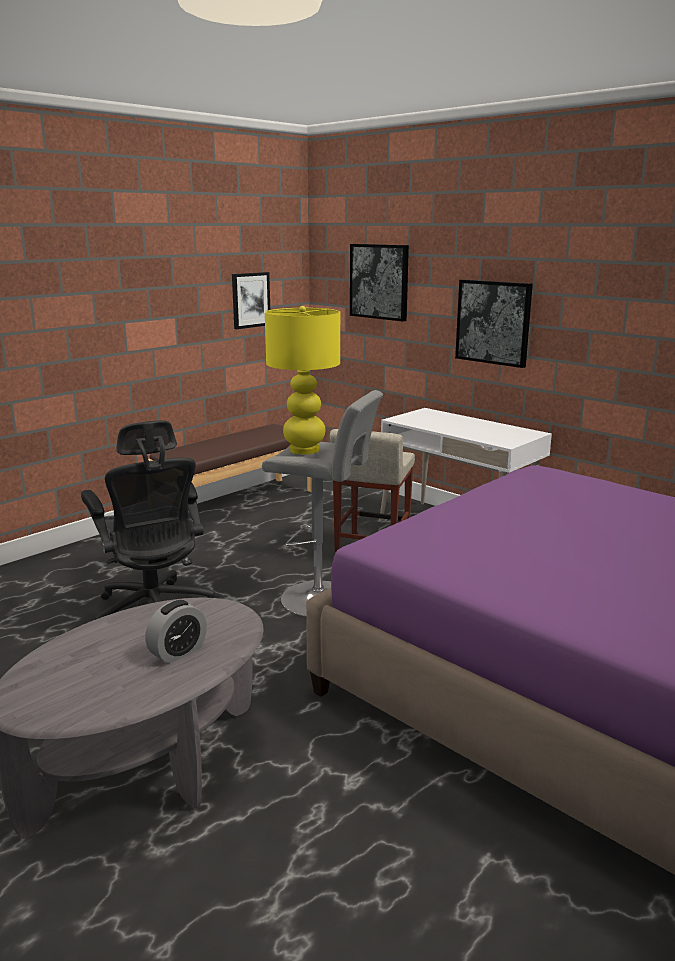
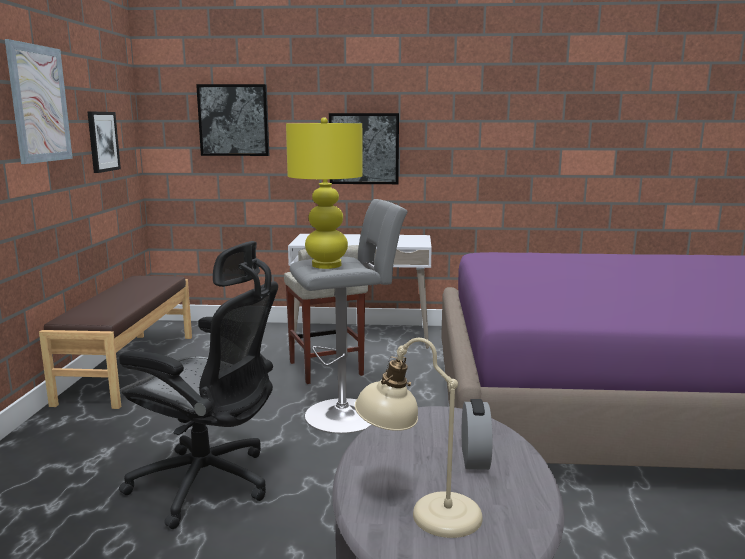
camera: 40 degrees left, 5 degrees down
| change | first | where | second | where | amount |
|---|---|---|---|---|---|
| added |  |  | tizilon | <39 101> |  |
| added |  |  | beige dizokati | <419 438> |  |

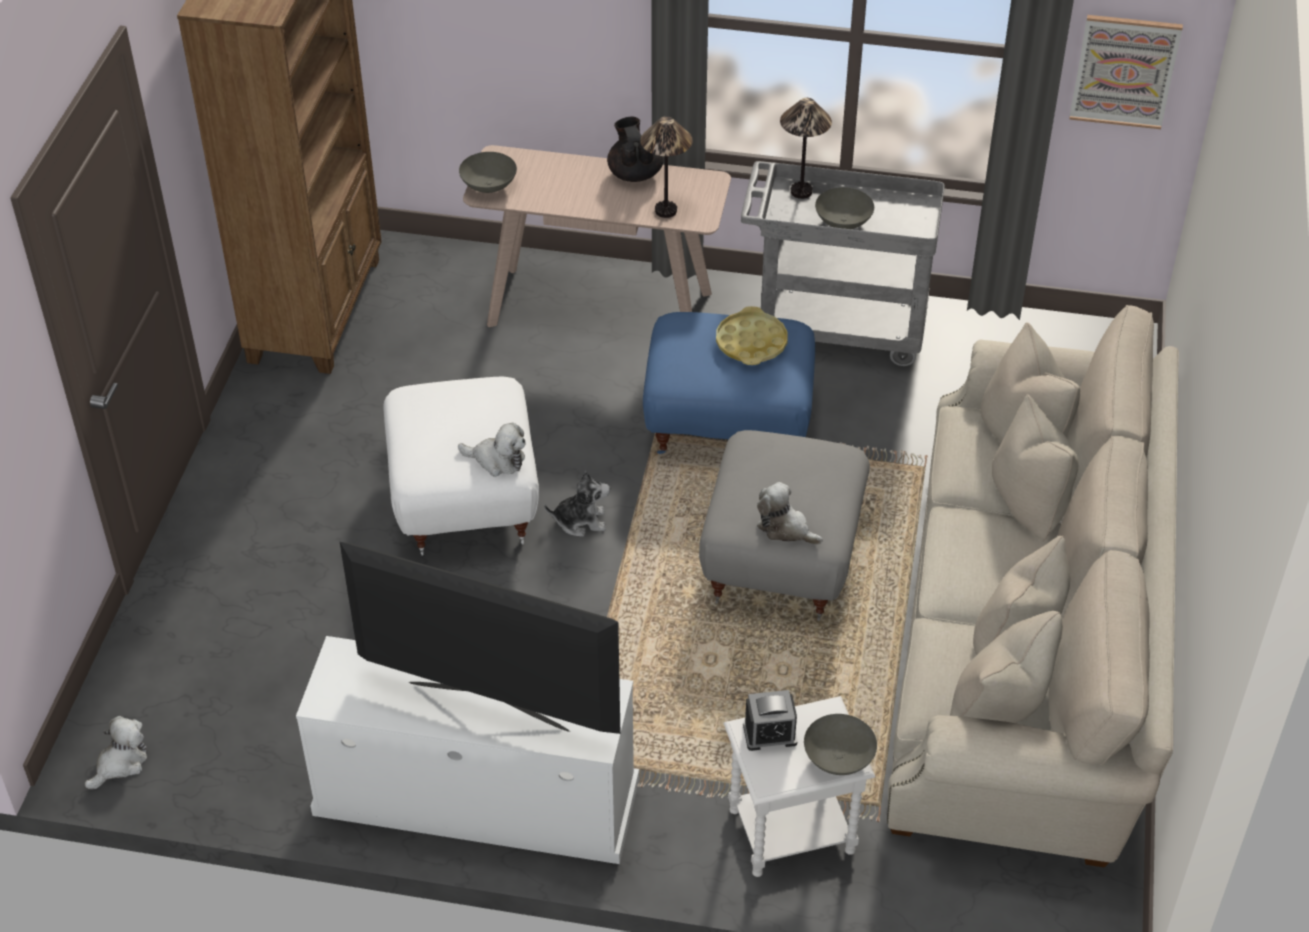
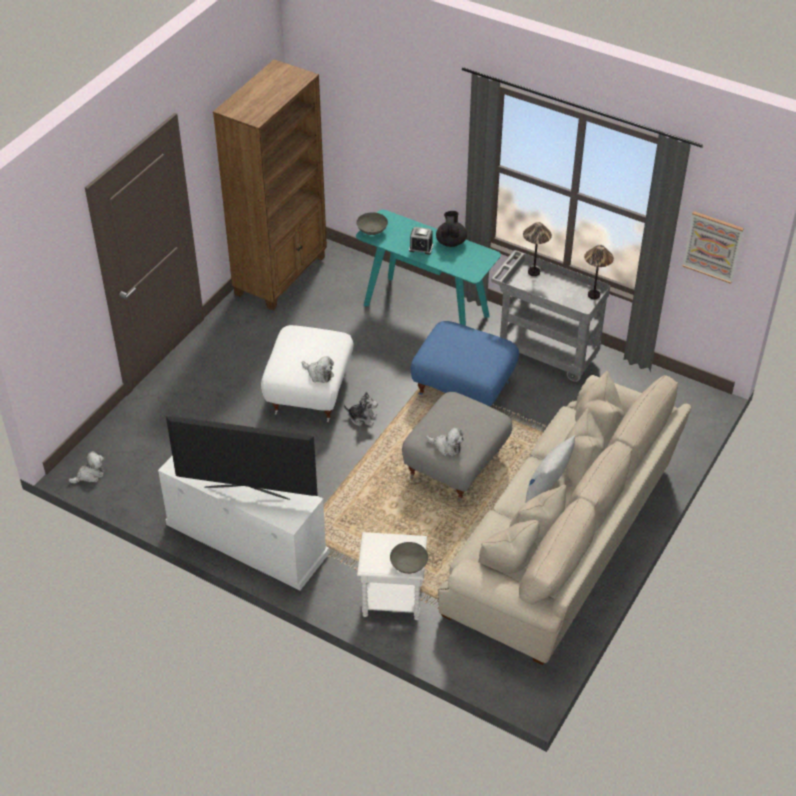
camera: 20 degrees right, 0 degrees up
| change | first | where | second | where | amount |
|---|---|---|---|---|---|
| removed | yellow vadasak | <752 335> |  |  |  |
| removed | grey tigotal | <844 208> |  |  |  |
| added |  |  | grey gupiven | <550 469> |  |
| moved | dizokati | <666 167> |  | <599 272> |  |
| moved | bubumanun | <770 720> |  | <421 241> |  |
| recoloured | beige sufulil | <597 236> | turquoise sufulil | <428 268> |  |
| turned | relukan | <480 638> |  | <242 458> | 150 degrees clockwise |
| turned | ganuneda | <790 513> |  | <444 441> | 150 degrees clockwise |

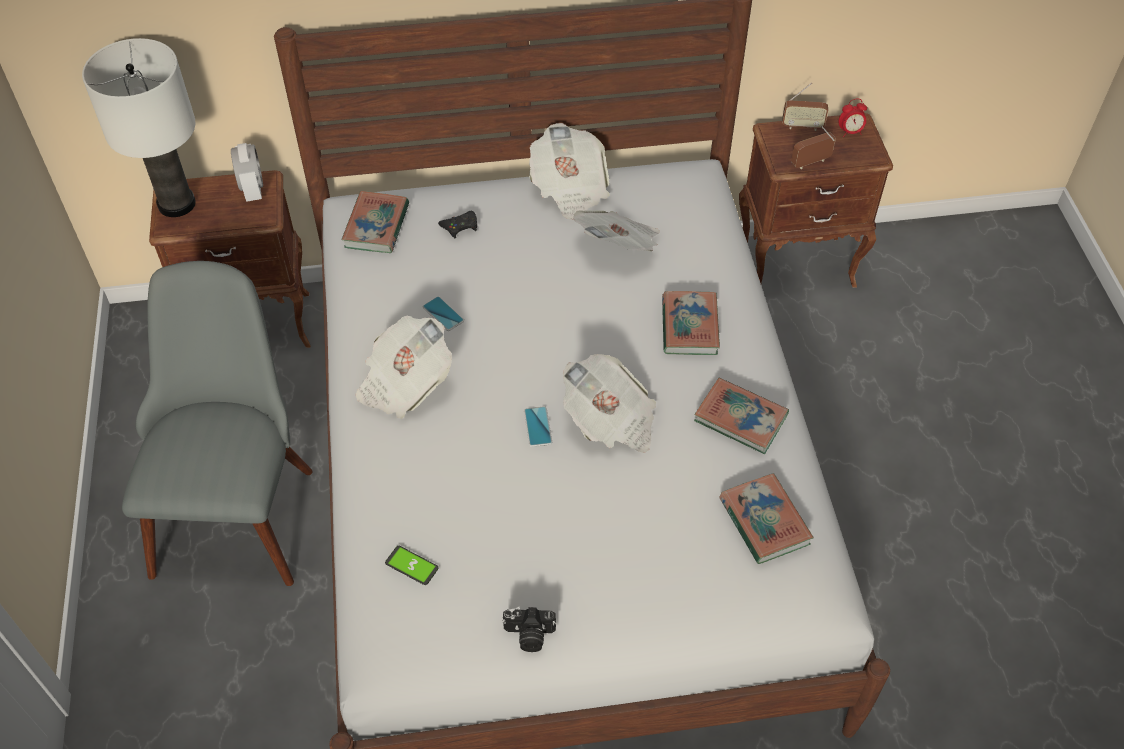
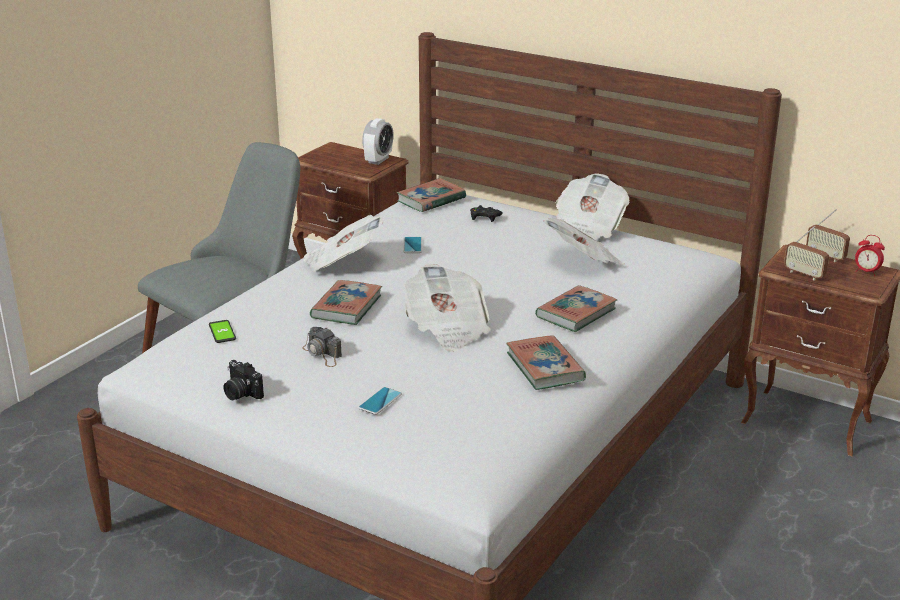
camera: 40 degrees right, 25 degrees down
| change | first | where | second | where | amount |
|---|---|---|---|---|---|
| removed | white dizokati | <139 127> |  |  |  |
| added |  |  | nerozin | <322 347> |  |
| moved | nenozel | <538 426> |  | <380 401> |  |
| moved | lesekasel | <767 518> |  | <346 302> |  |
| turned | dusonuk | <813 147> |  | <806 253> | 150 degrees counterclockwise |

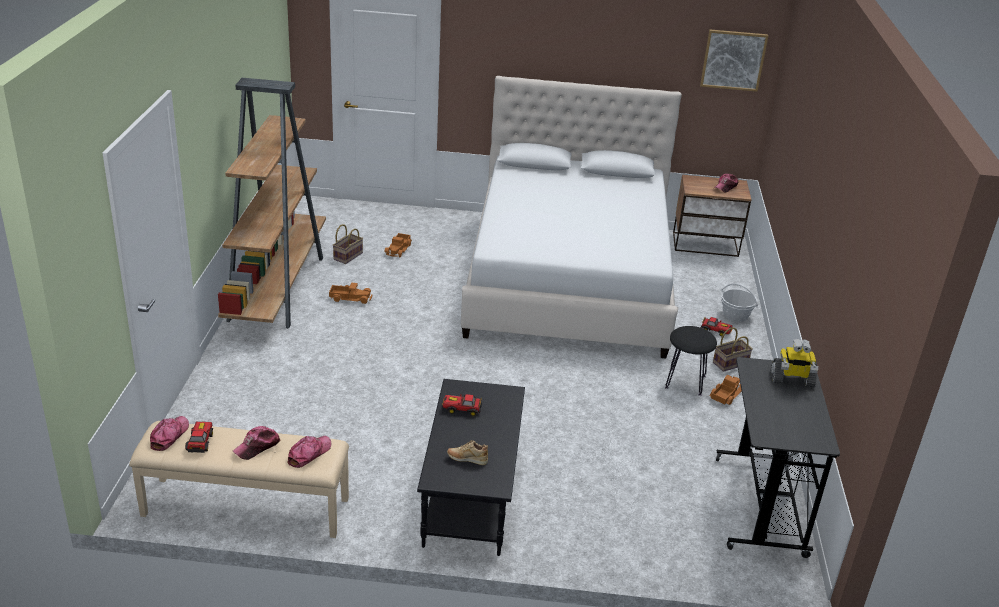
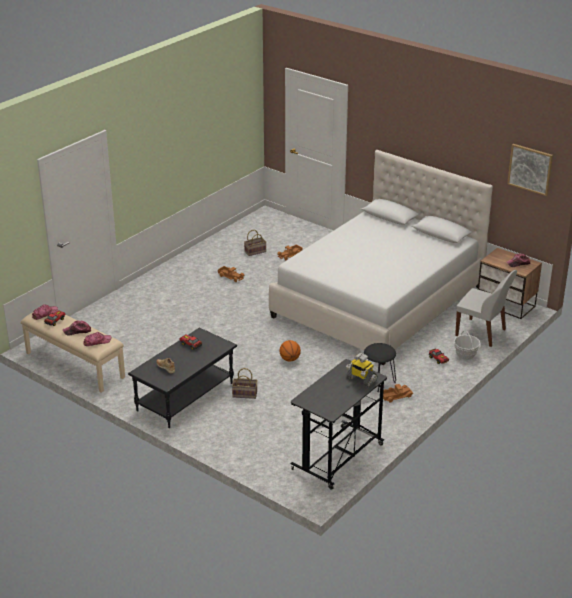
camera: 35 degrees right, 0 degrees up
| change | first | where | second | where | amount |
|---|---|---|---|---|---|
| removed | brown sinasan | <272 203> |  |  |  |
| added |  |  | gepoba | <290 350> |  |
| added |  |  | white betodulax | <486 308> |  |
| moved | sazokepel | <733 349> |  | <245 383> |  |

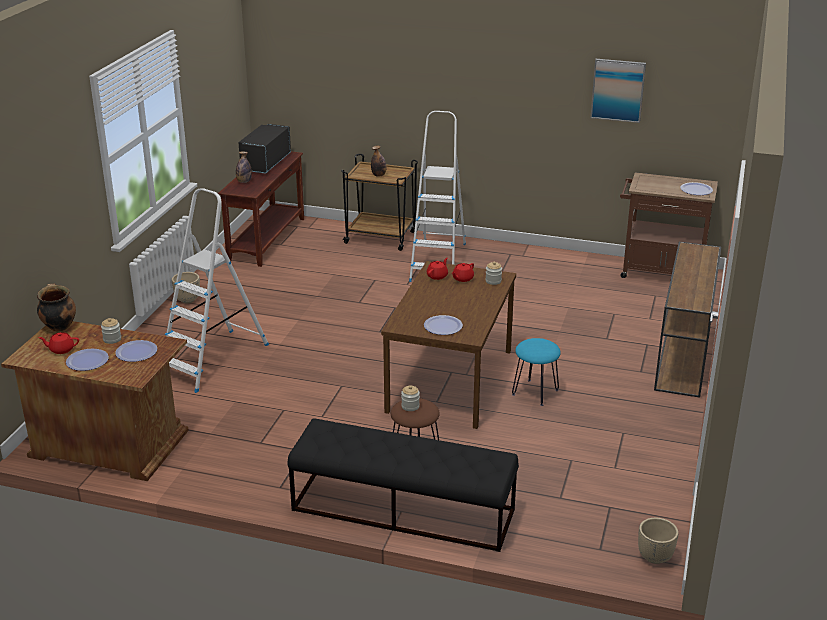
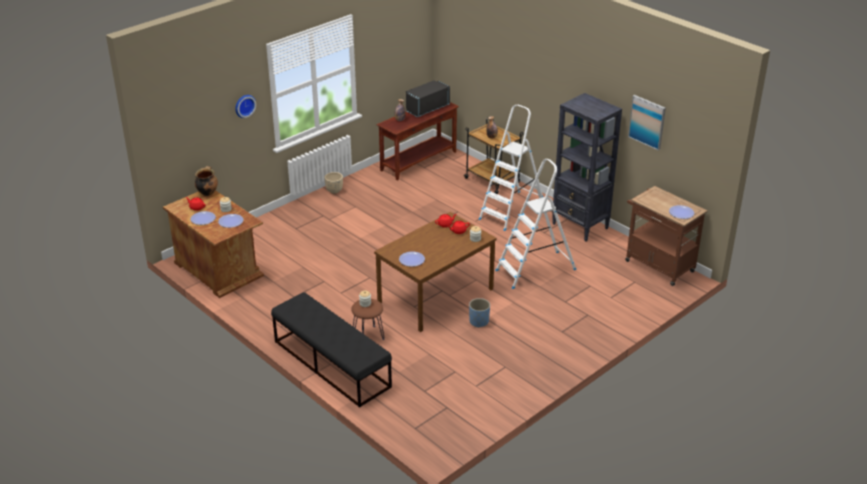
camera: 30 degrees right, 5 degrees up
| change | first | where | second | where | amount |
|---|---|---|---|---|---|
| removed | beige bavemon | <658 541> |  |  |  |
| removed | brown sufulil | <687 320> |  |  |  |
| added |  |  | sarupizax | <245 106> |  |
| added |  |  | black sinasan | <587 167> |  |
| moved | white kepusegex | <217 290> |  | <535 224> |  |
| replaced | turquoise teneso | <536 372> | blue bavemon | <479 313> |  |

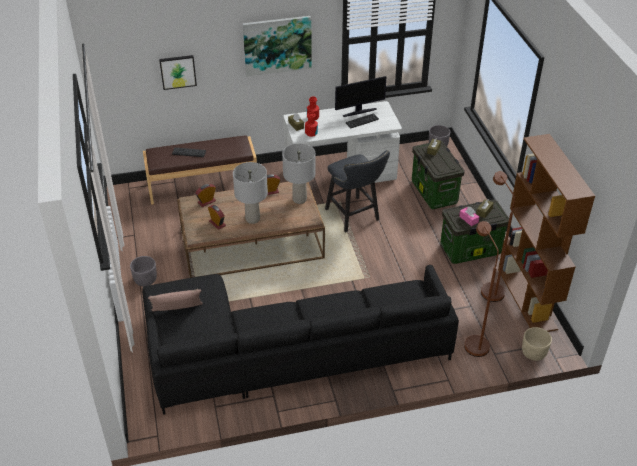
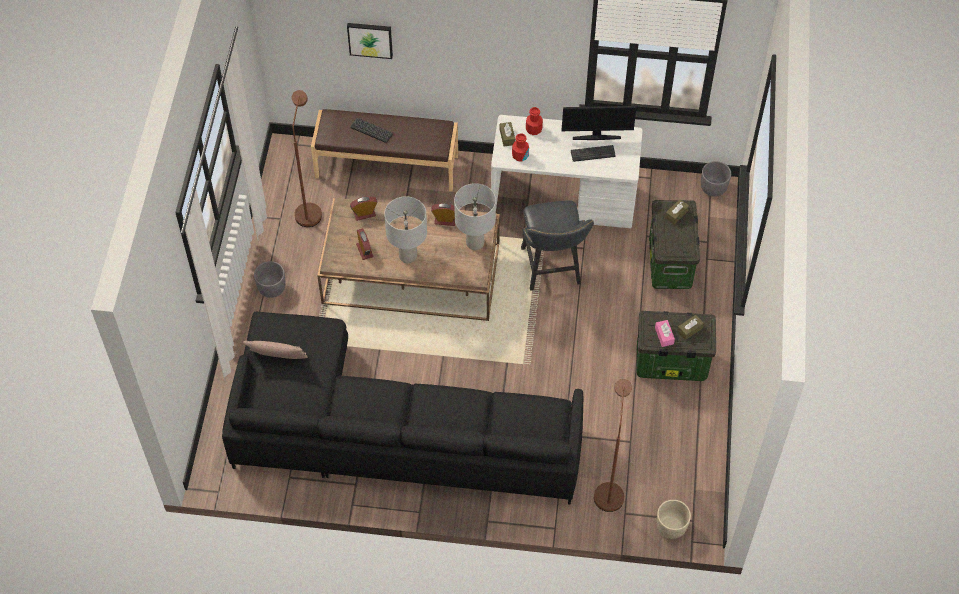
camera: 20 degrees right, 15 degrees up
| change | first | where | second | where | amount |
|---|---|---|---|---|---|
| removed | tizilon | <277 46> |  |  |  |
| removed | brown sinasan | <546 233> |  |  |  |
| moved | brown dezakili | <498 236> |  | <307 158> |  |

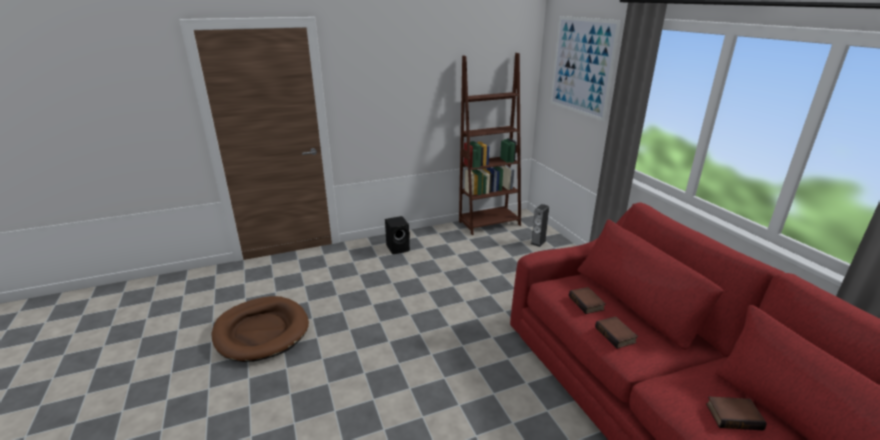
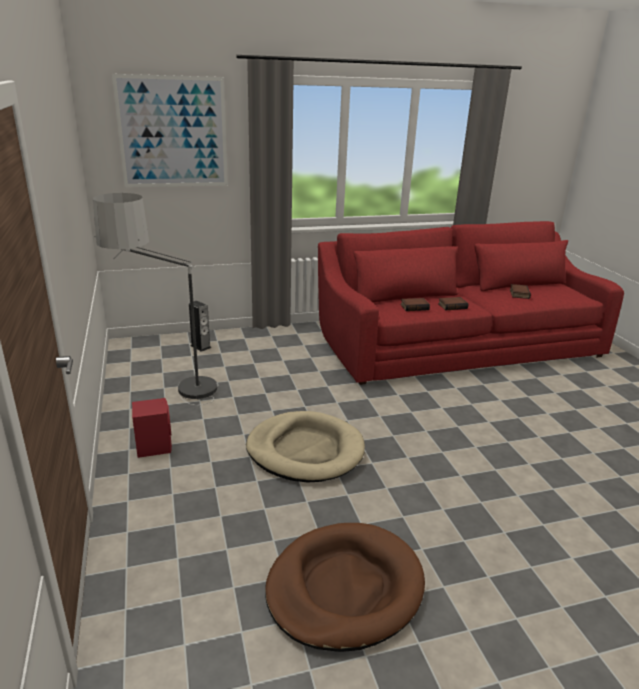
camera: 85 degrees left, 0 degrees up
| change | first | where | second | where | amount |
|---|---|---|---|---|---|
| removed | brown sinasan | <490 144> |  |  |  |
| added |  |  | dezakili | <155 299> |  |
| added |  |  | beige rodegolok | <305 446> |  |
| recoloured | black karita | <397 235> | red karita | <152 428> |  |

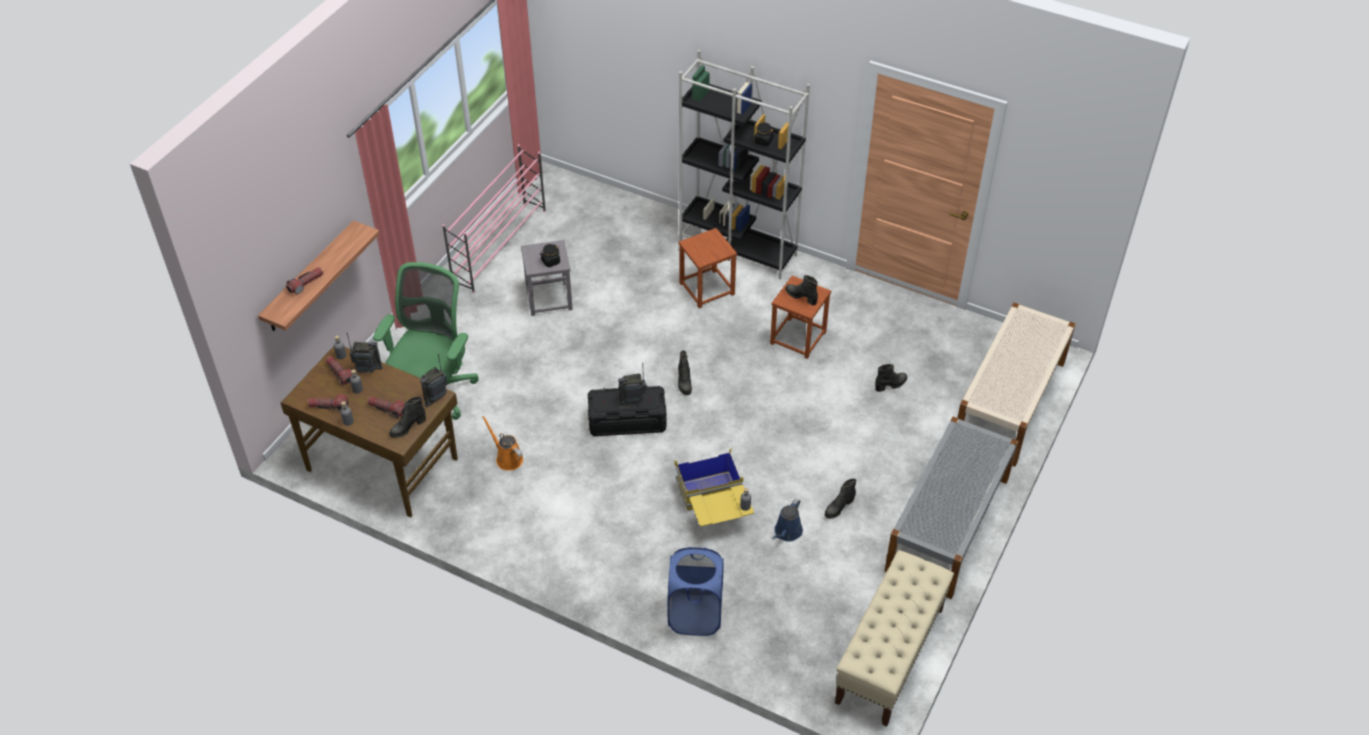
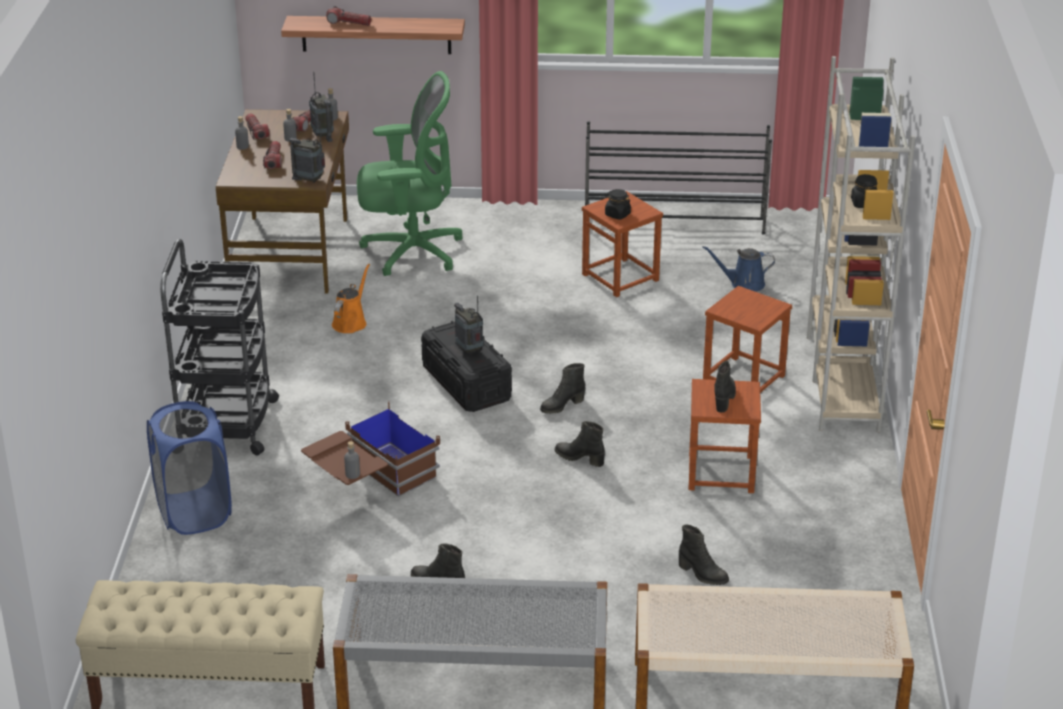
camera: 65 degrees right, 15 degrees down
| change | first | where | second | where | amount |
|---|---|---|---|---|---|
| added |  |  | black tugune | <219 347> |  |
| moved | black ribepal | <407 417> |  | <580 444> |  |
| moved | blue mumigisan | <787 520> |  | <738 269> |  |
| recoloured | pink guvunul | <494 218> | black guvunul | <678 178> |  |
| recoloured | grey teneso | <547 278> | brown teneso | <622 244> |  |
| recoloured | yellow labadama | <714 487> | brown labadama | <370 449> |  |
| recoloured | black sinasan | <744 164> | beige sinasan | <861 244> |  |

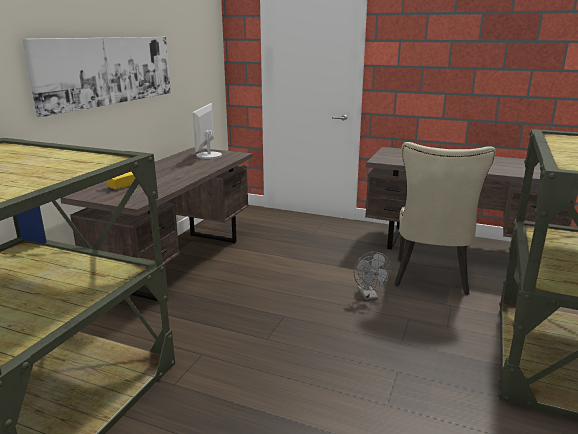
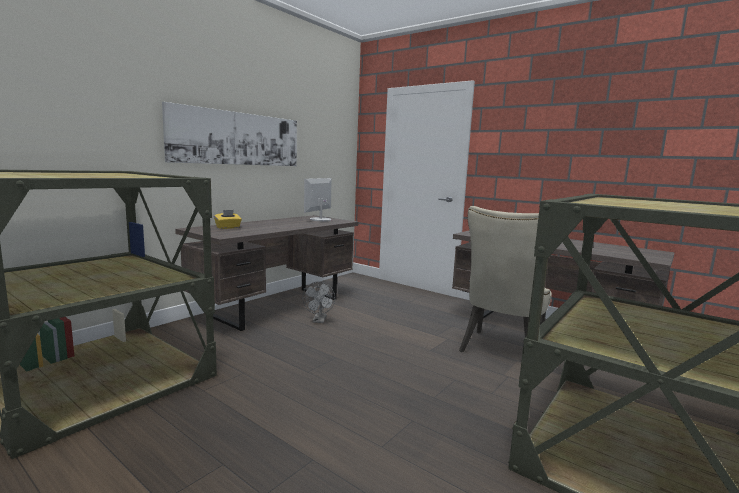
camera: 15 degrees right, 10 degrees down
| change | first | where | second | where | amount |
|---|---|---|---|---|---|
| moved | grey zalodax | <372 276> |  | <318 302> |  |

